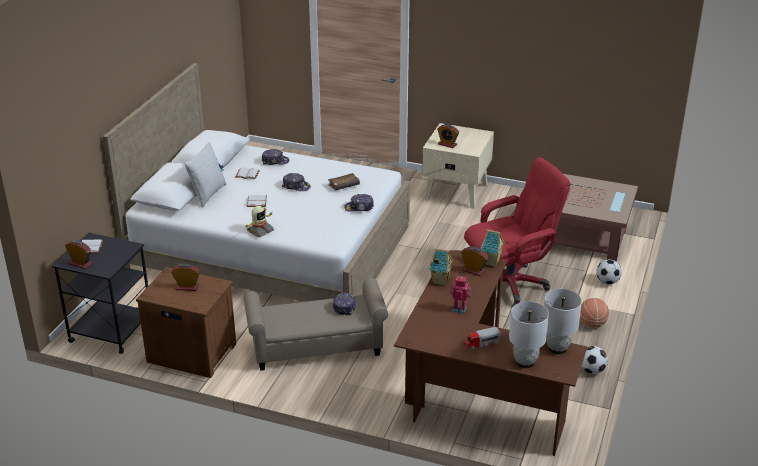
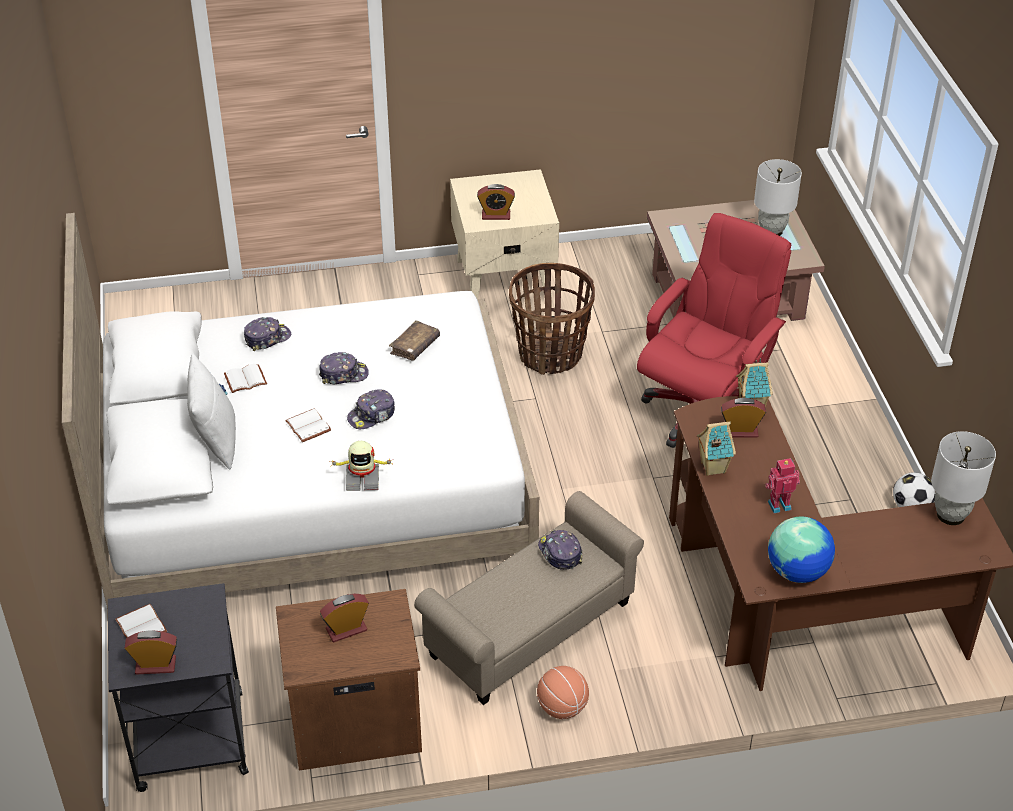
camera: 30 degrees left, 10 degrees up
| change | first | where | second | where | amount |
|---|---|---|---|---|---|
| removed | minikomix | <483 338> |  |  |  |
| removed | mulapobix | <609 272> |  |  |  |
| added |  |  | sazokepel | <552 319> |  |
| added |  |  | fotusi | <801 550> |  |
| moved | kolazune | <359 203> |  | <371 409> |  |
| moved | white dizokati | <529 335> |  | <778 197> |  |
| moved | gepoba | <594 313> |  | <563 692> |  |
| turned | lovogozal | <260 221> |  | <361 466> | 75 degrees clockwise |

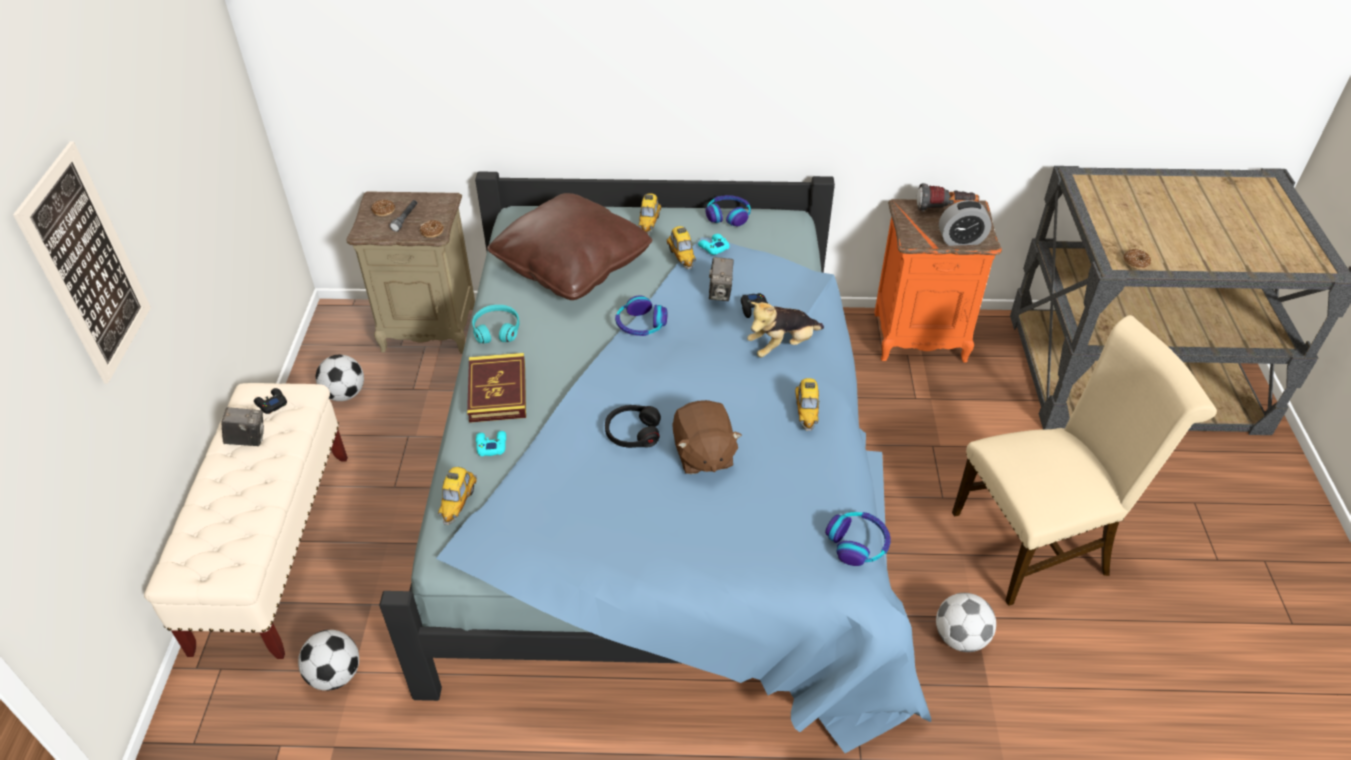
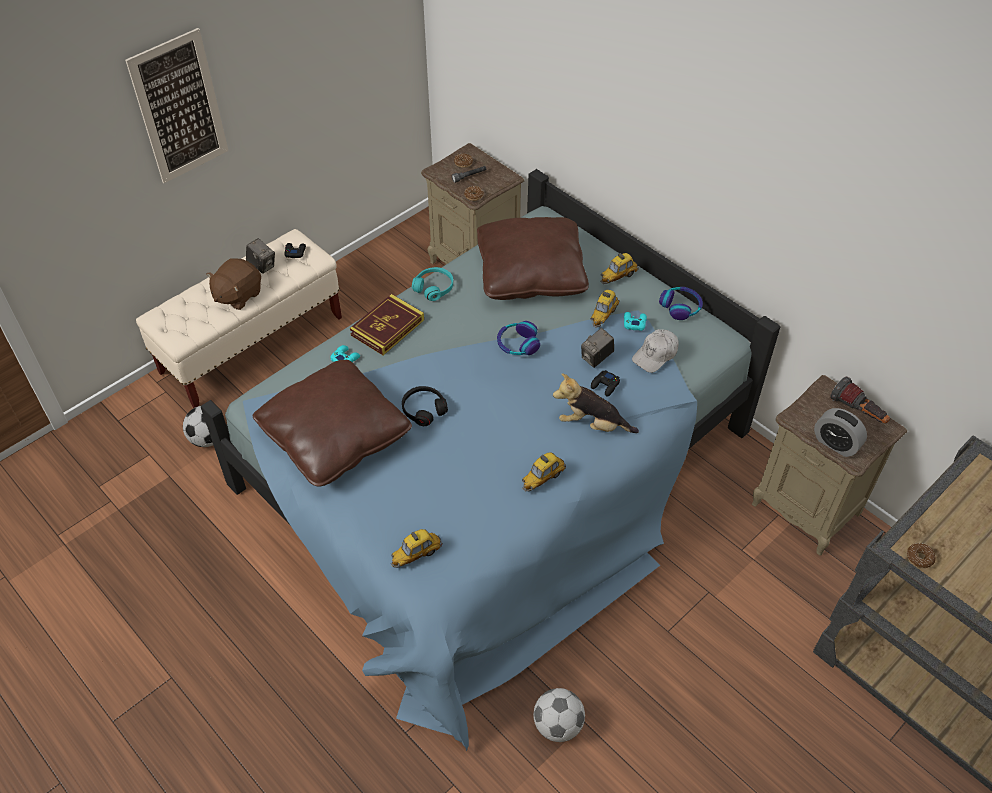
camera: 45 degrees right, 5 degrees up
| change | first | where | second | where | amount |
|---|---|---|---|---|---|
| removed | mulapobix | <340 378> |  |  |  |
| removed | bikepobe | <858 539> |  |  |  |
| removed | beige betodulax | <1084 460> |  |  |  |
| added |  |  | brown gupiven | <332 423> |  |
| added |  |  | white kolazune | <655 351> |  |
| moved | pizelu | <457 496> |  | <417 548> |  |
| moved | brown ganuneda | <707 437> |  | <233 284> |  |
| recoloured | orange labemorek | <938 280> | beige labemorek | <829 465> |  |

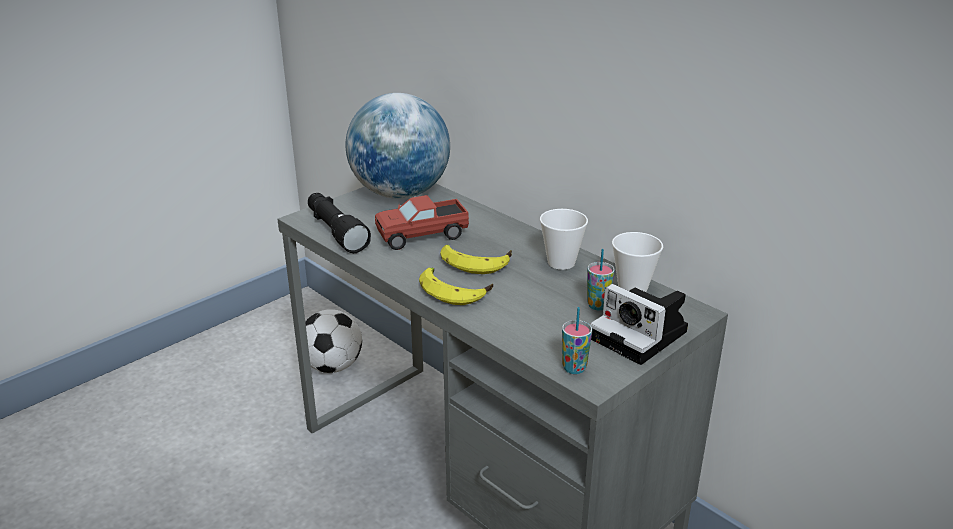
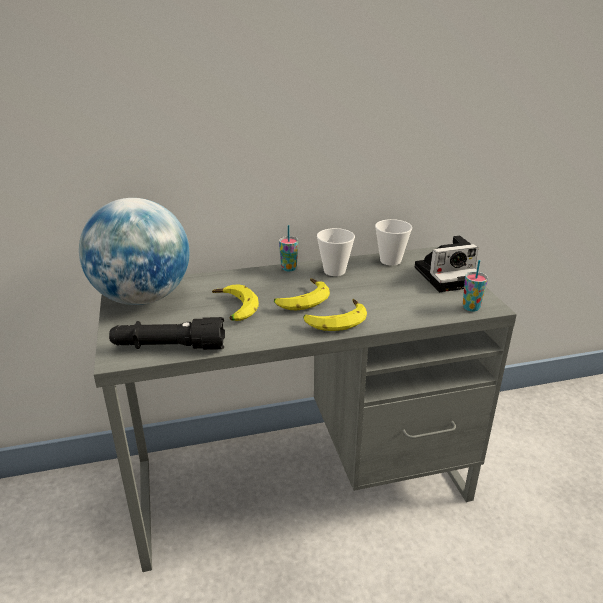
camera: 60 degrees left, 0 degrees up
| change | first | where | second | where | amount |
|---|---|---|---|---|---|
| removed | mulapobix | <333 341> |  |  |  |
| moved | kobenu | <601 279> |  | <288 248> |  |
| replaced | minikomix | <422 222> | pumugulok | <235 302> |  |

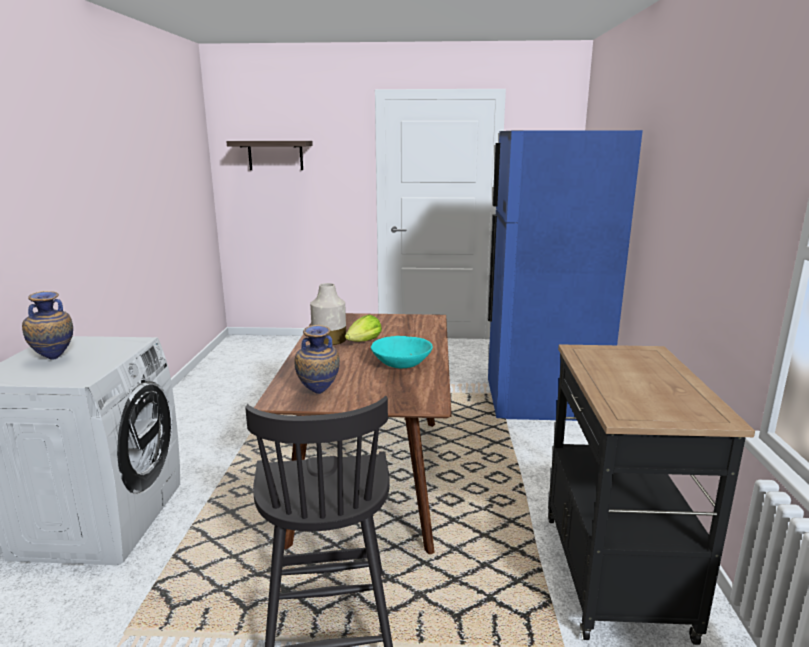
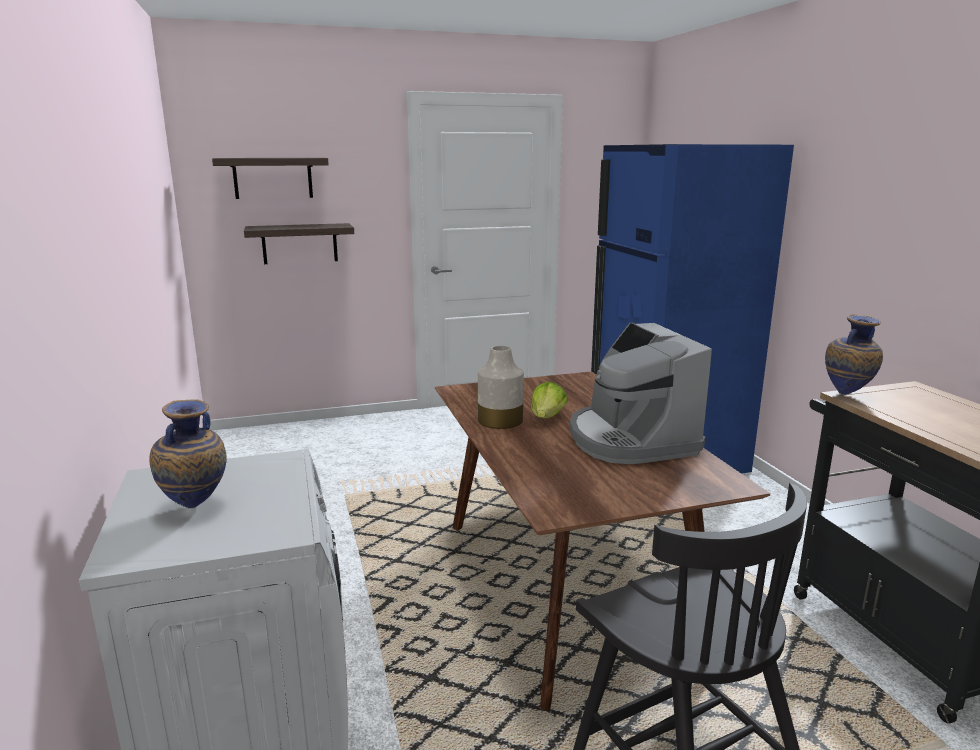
camera: 20 degrees left, 0 degrees up
| change | first | where | second | where | amount |
|---|---|---|---|---|---|
| added |  |  | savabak | <299 243> |  |
| moved | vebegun | <317 359> |  | <854 354> |  |
| replaced | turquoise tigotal | <402 352> | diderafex | <641 393> |  |

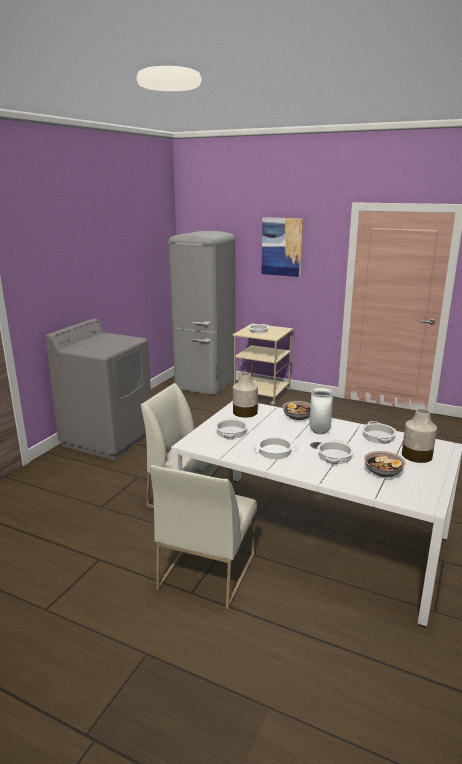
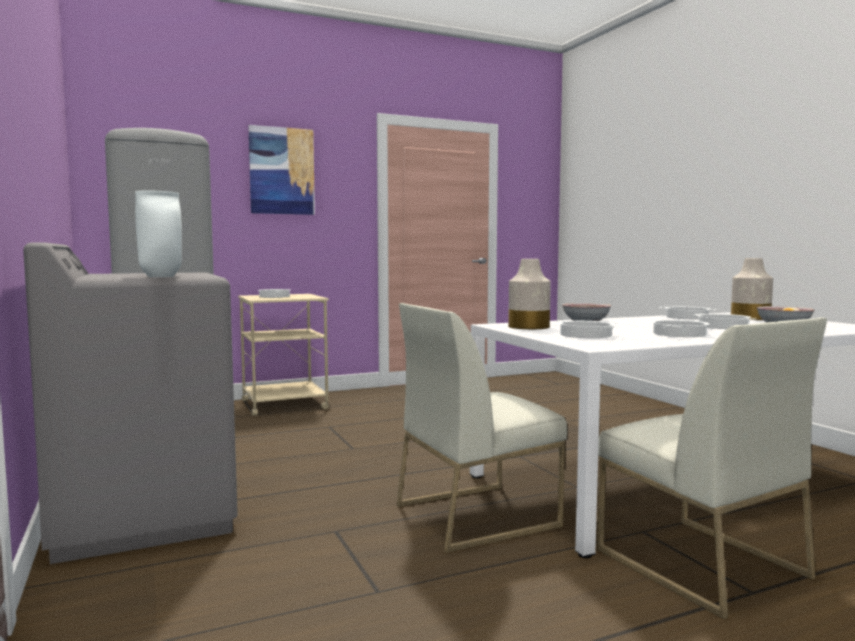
camera: 50 degrees left, 15 degrees down
| change | first | where | second | where | amount |
|---|---|---|---|---|---|
| moved | white vebegun | <321 411> |  | <158 234> |  |

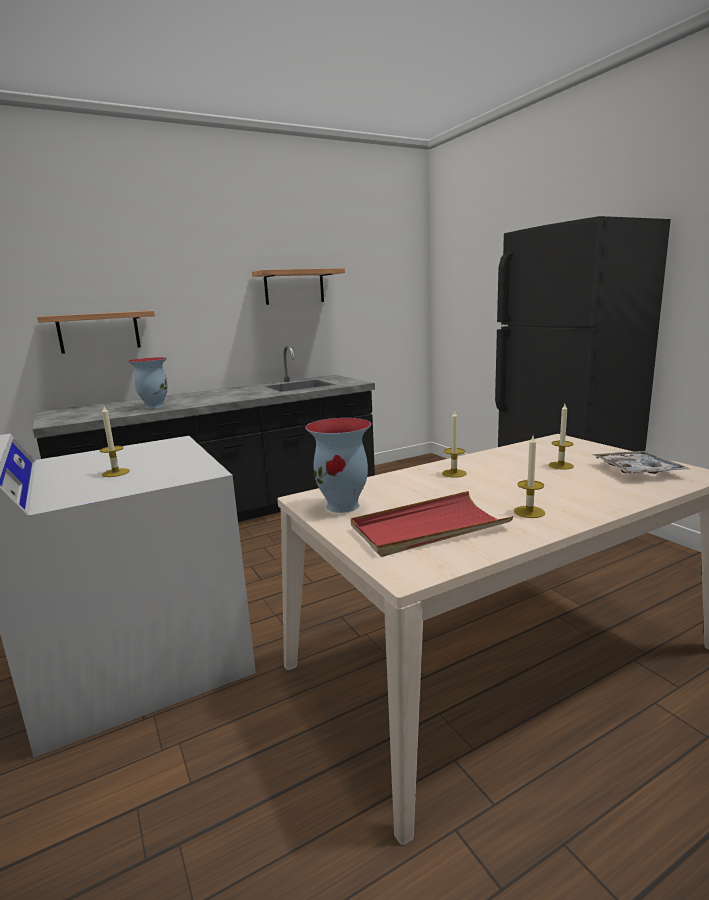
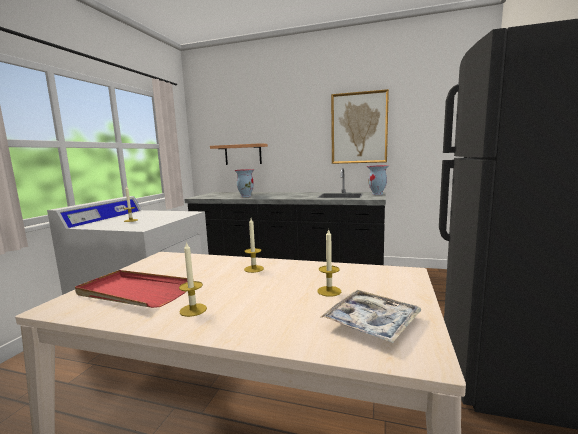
camera: 45 degrees right, 5 degrees down
| change | first | where | second | where | amount |
|---|---|---|---|---|---|
| moved | vebegun | <338 465> |  | <378 180> |  |
| replaced | savabak | <298 286> | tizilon | <360 126> |  |

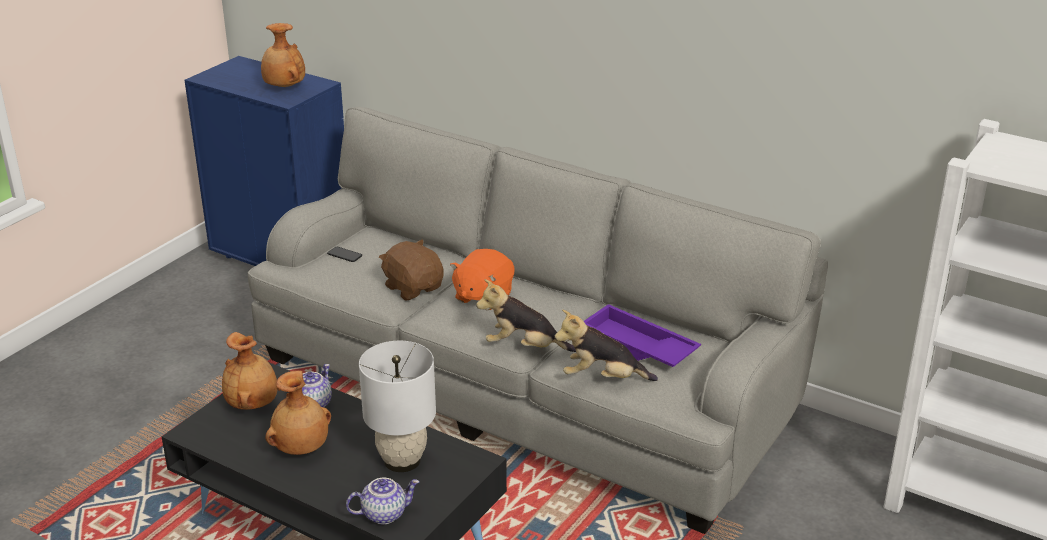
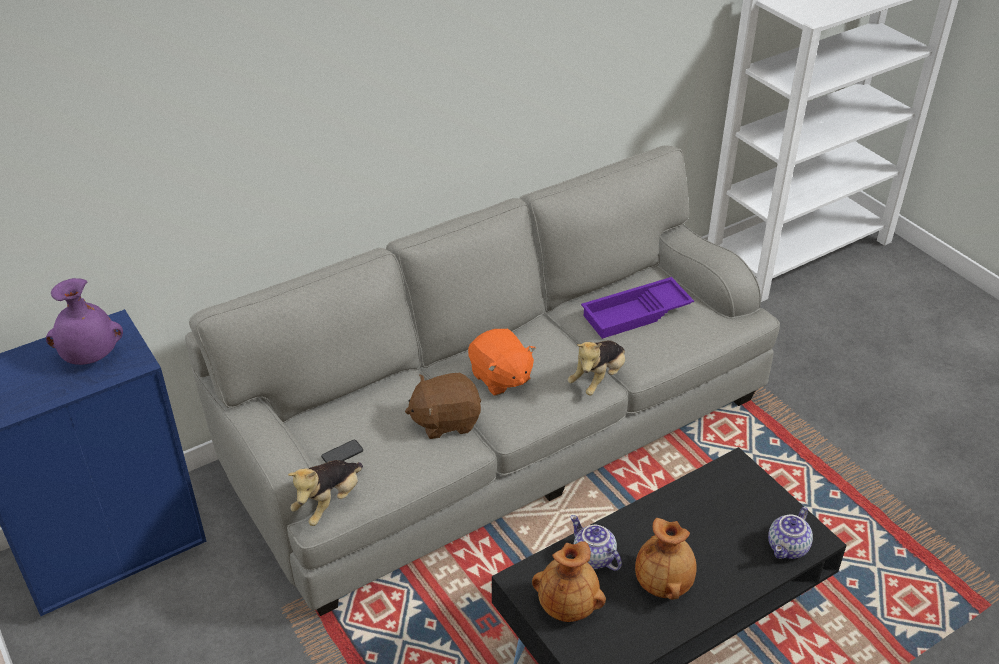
camera: 65 degrees left, 10 degrees up
| change | first | where | second | where | amount |
|---|---|---|---|---|---|
| removed | white dizokati | <397 406> |  |  |  |
| moved | ganuneda | <606 345> |  | <325 493> |  |
| recoloured | brown vebegun | <283 55> | purple vebegun | <84 321> |  |
| turned | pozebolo | <383 501> |  | <790 533> | 150 degrees counterclockwise |

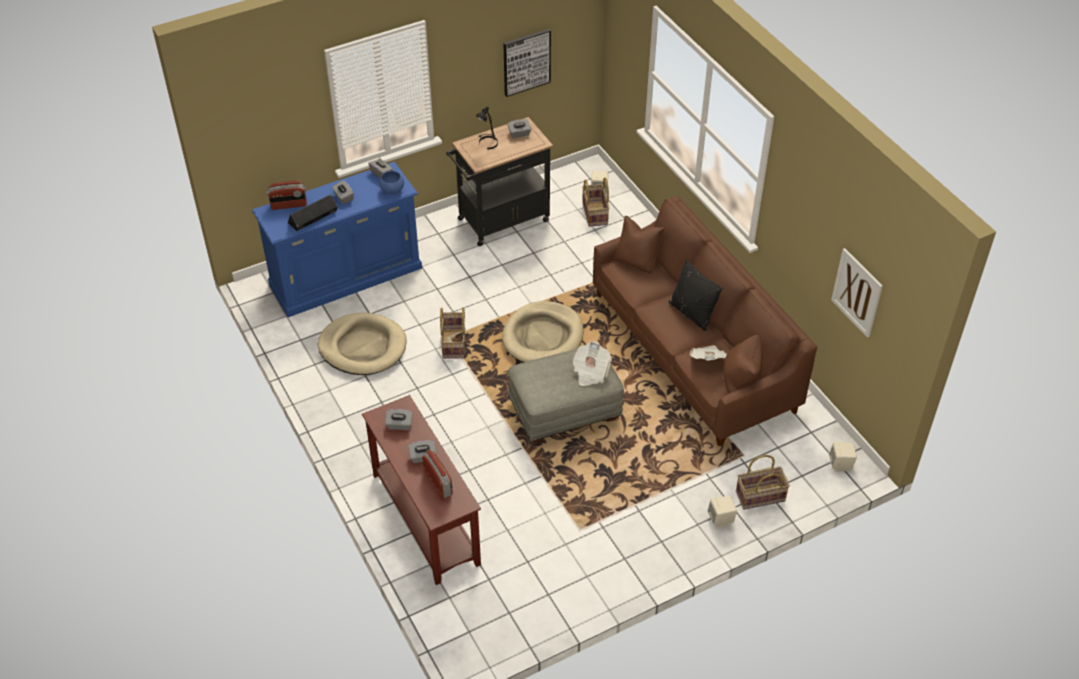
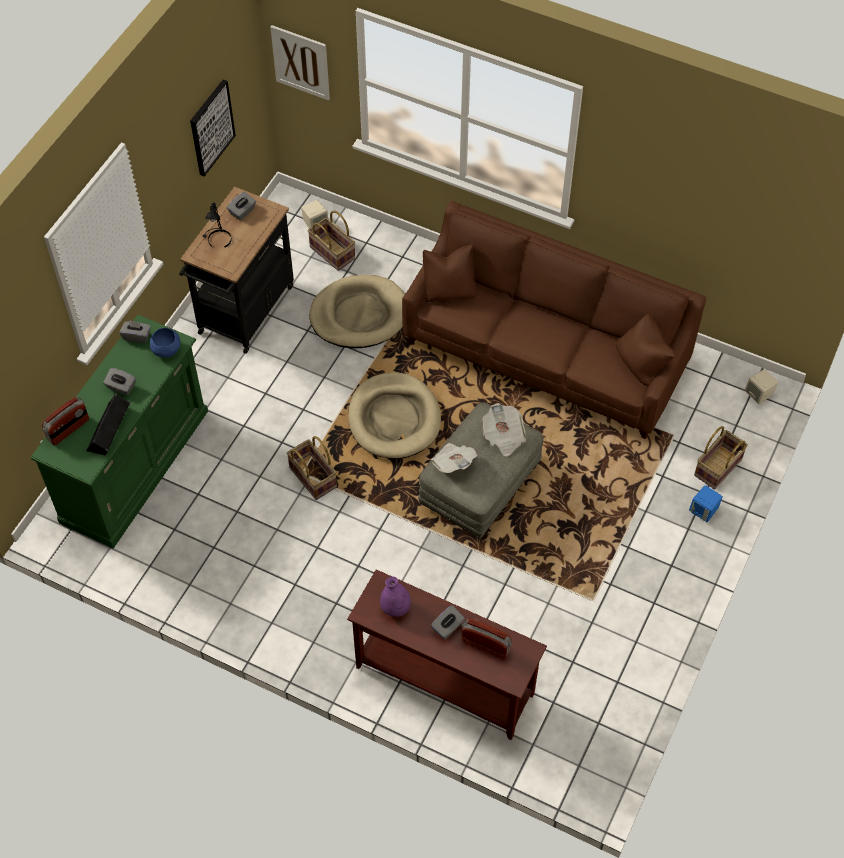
camera: 35 degrees left, 10 degrees up
| change | first | where | second | where | amount |
|---|---|---|---|---|---|
| removed | black gupiven | <696 295> |  |  |  |
| moved | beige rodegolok | <362 344> |  | <357 312> |  |
| moved | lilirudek | <708 353> |  | <454 458> |  |
| moved | tizilon | <857 293> |  | <300 63> |  |
| replaced | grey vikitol | <399 419> | purple vebegun | <395 596> |  |
| recoloured | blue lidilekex | <337 239> | green lidilekex | <119 432> |  |
| recoloured | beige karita | <722 512> | blue karita | <706 503> |  |

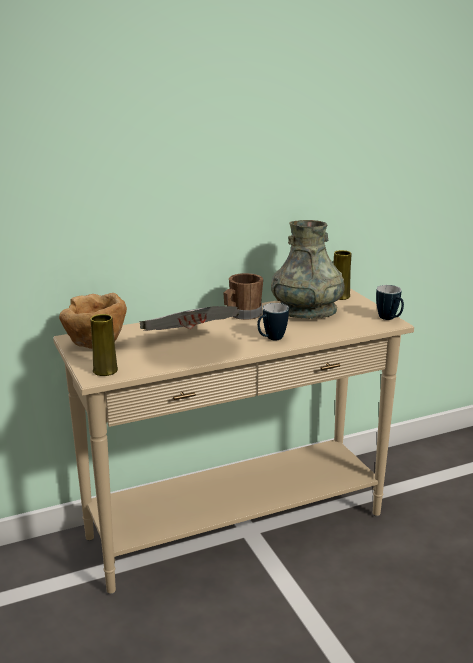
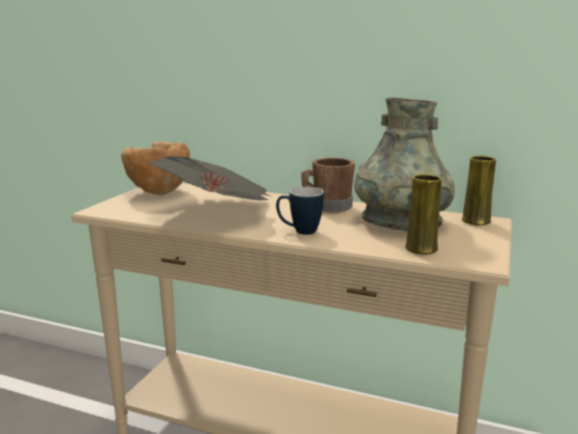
camera: 45 degrees right, 5 degrees down
| change | first | where | second | where | amount |
|---|---|---|---|---|---|
| removed | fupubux | <390 302> |  |  |  |
| moved | yellow vebegun | <104 345> |  | <423 214> |  |

